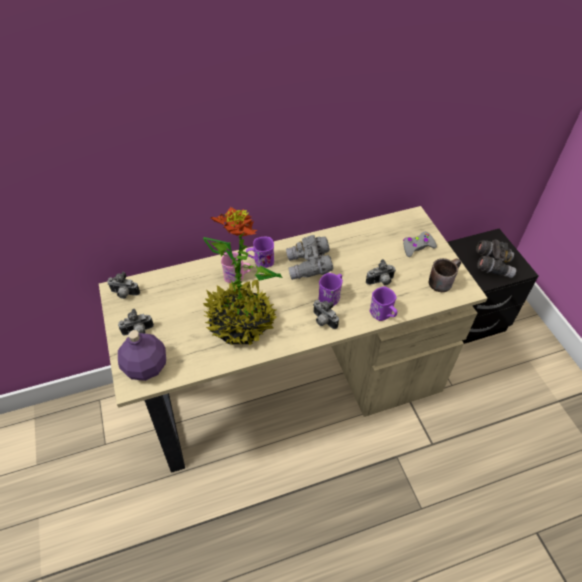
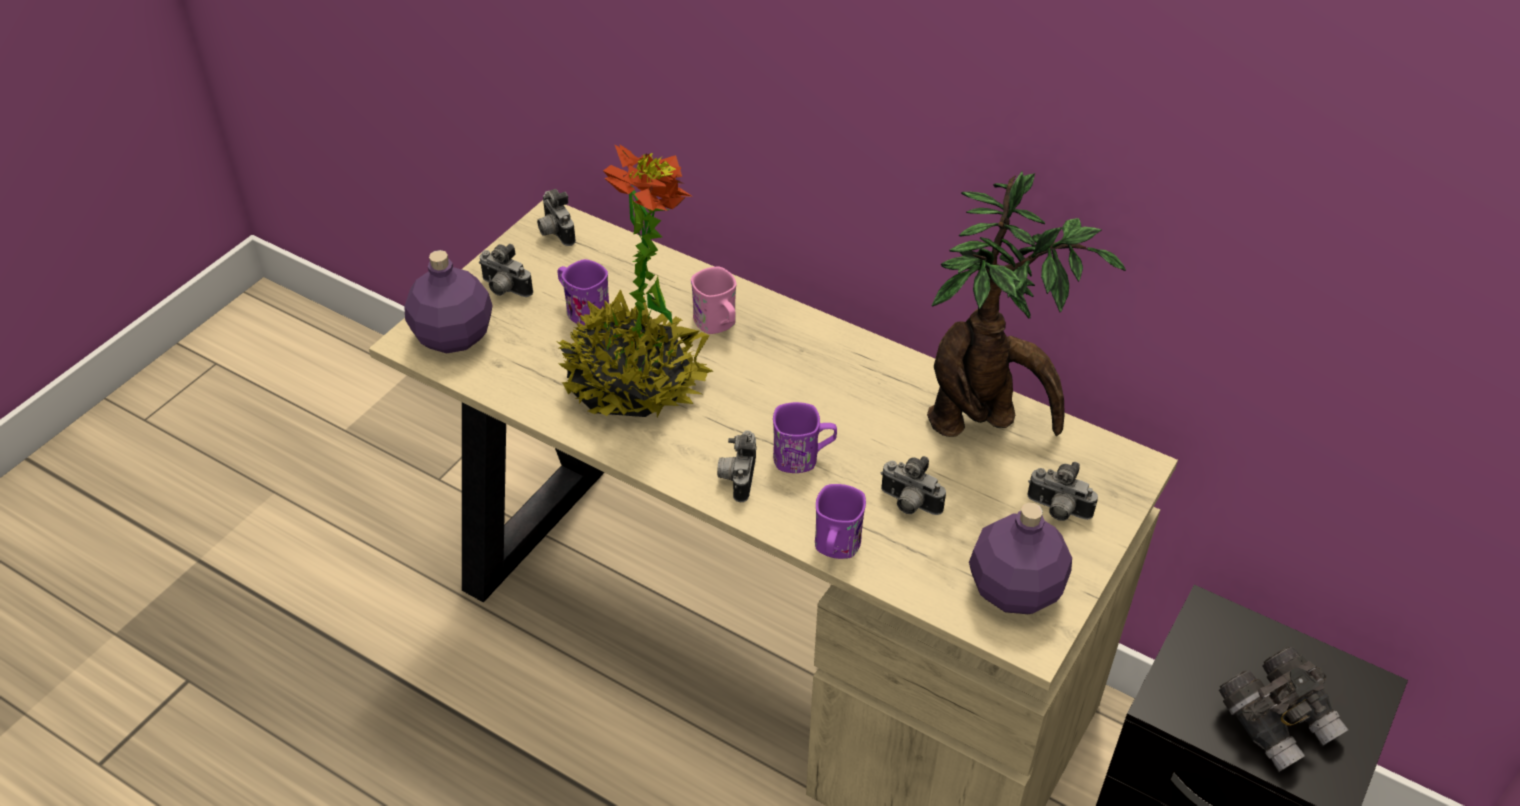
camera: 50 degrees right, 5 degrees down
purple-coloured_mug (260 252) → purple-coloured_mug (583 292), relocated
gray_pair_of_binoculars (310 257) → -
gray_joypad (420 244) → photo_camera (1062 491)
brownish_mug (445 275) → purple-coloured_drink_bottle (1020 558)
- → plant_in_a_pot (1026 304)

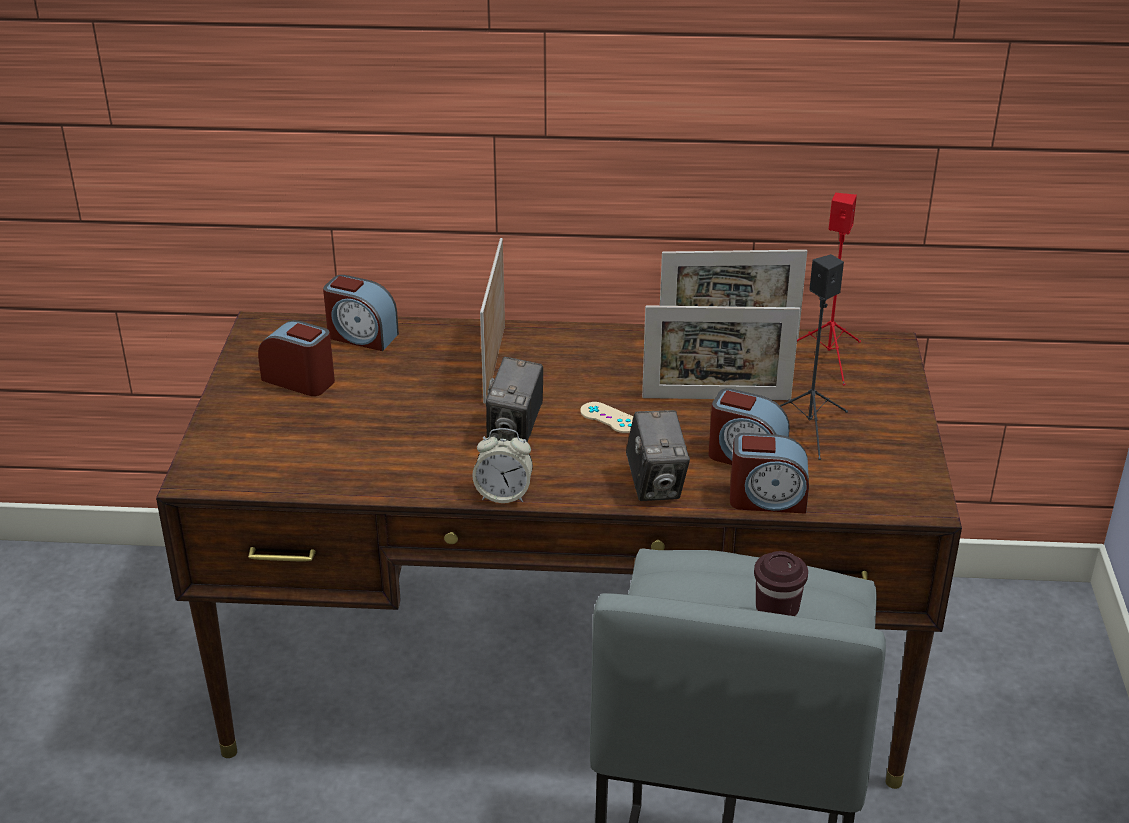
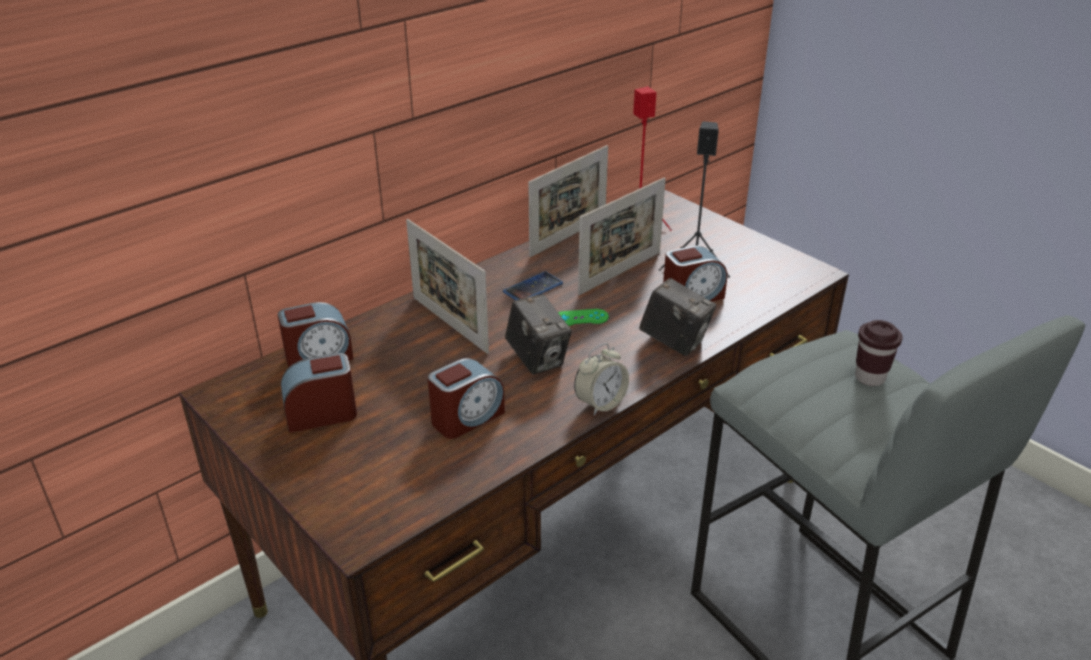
camera: 45 degrees left, 0 degrees up
beige-coloured_joypad (607 417) → green-coloured_joypad (583 317)
bedside_clock (769 473) → bedside_clock (466 398), relocated
- → telephone (533 285)

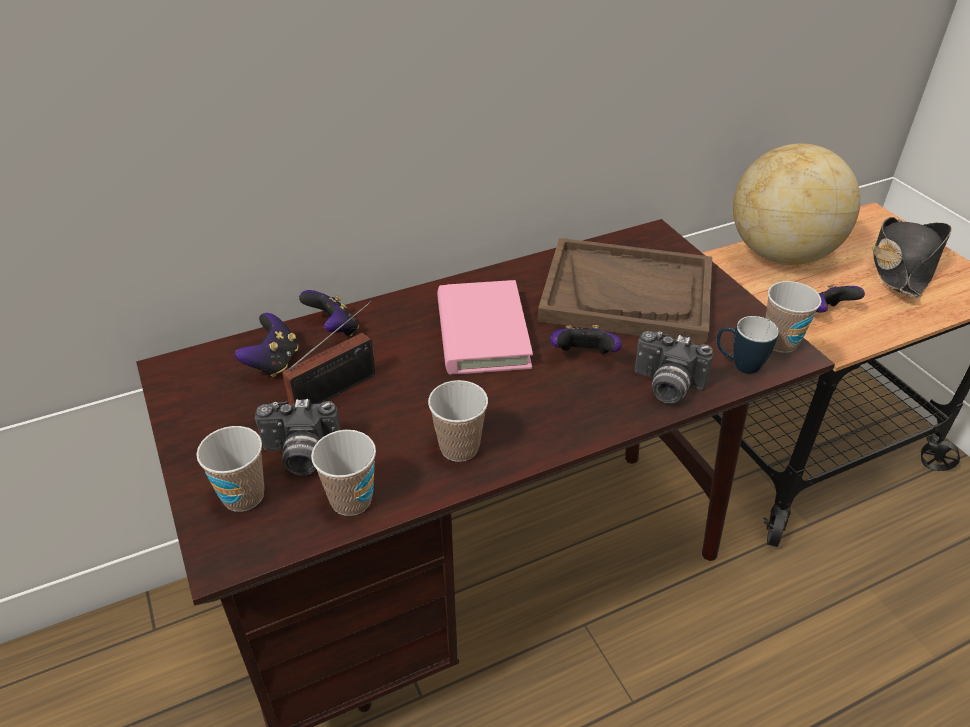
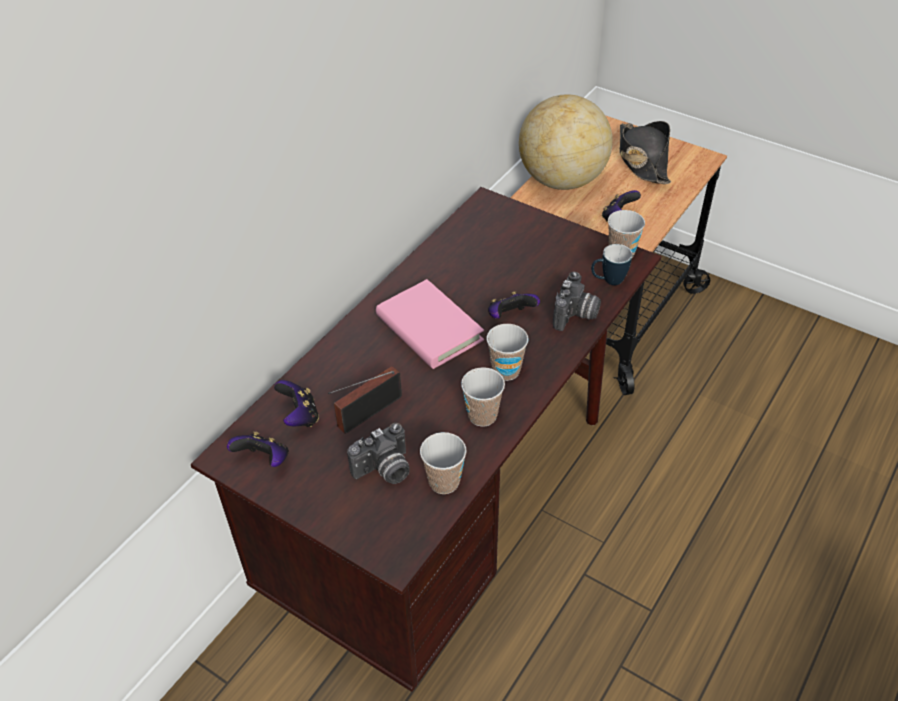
camera: 30 degrees left, 5 degrees up
drinking_cup (230 469) → drinking_cup (508 352), relocated
radio_set (329 353) → radio_set (365 400), 150 degrees counterclockwise
joypad (329 313) → joypad (258 449), relocated
brownish_tray (625 291) → -
photo_camera (673 367) → photo_camera (577 301), 60 degrees counterclockwise

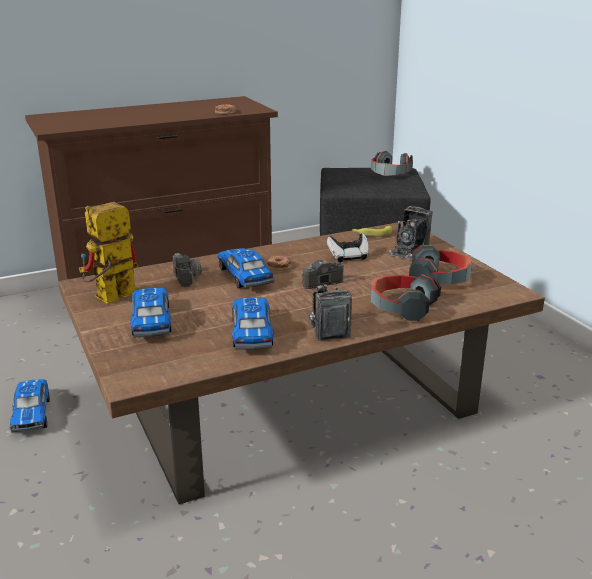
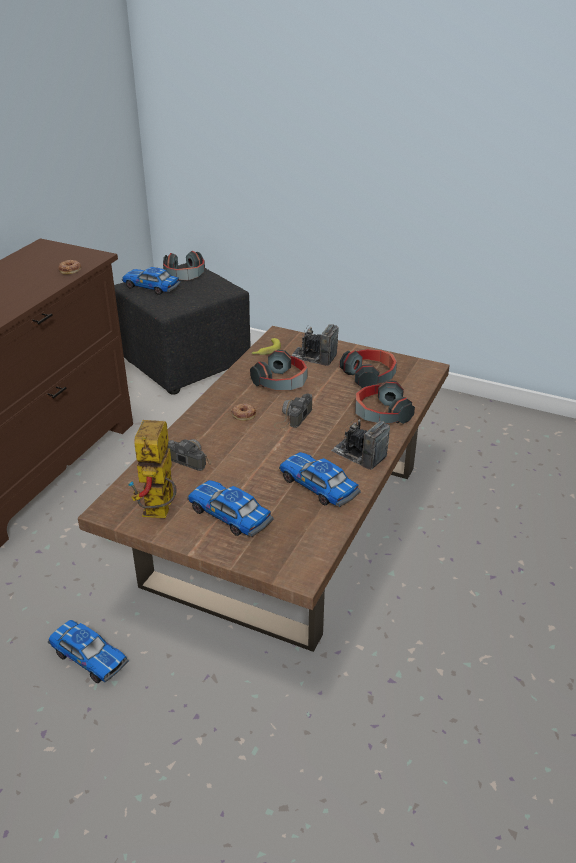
camera: 40 degrees left, 10 degrees up
model_car (246 268) → model_car (151 281), relocated
joypad (348 247) → headset (279 370)
photo_camera (410 232) → photo_camera (315 345), 120 degrees clockwise

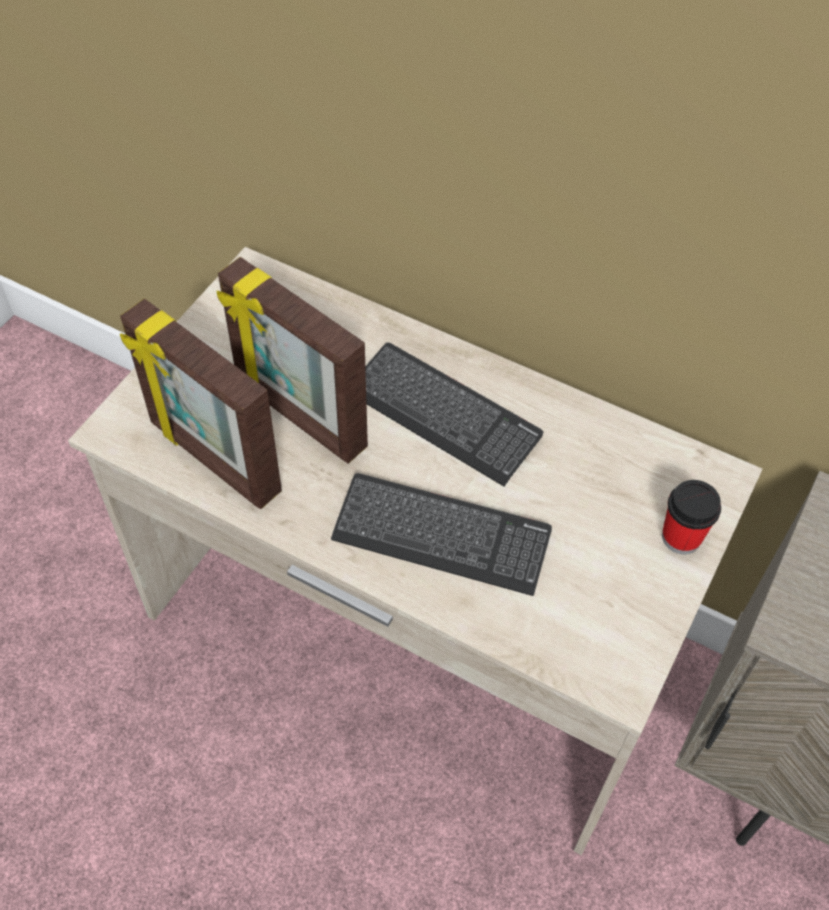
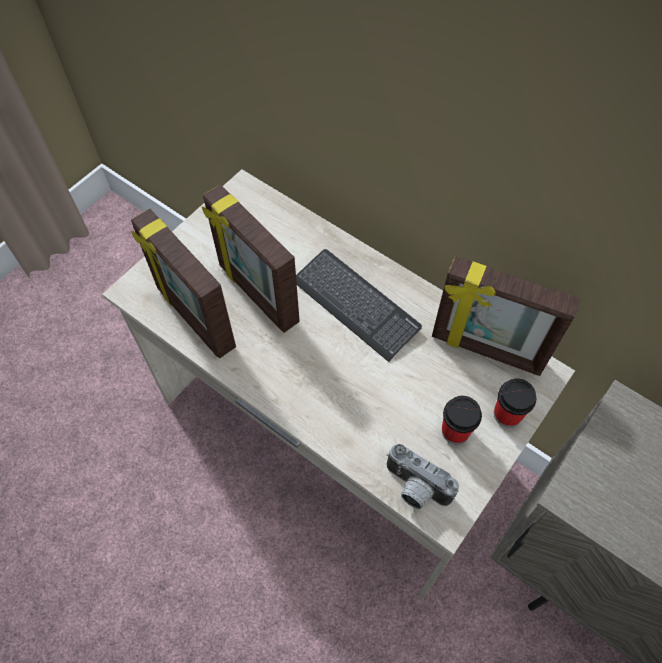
camera: 10 degrees right, 5 degrees up
PC_keyboard (441 534) → -
- → photo_camera (422 476)
- → photo_frame (506 316)
- → drinking_cup (462 420)

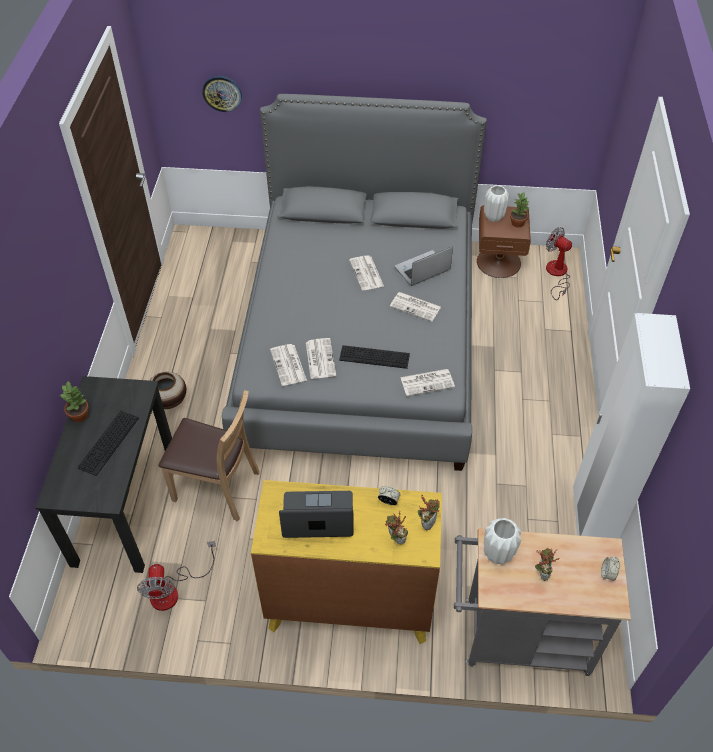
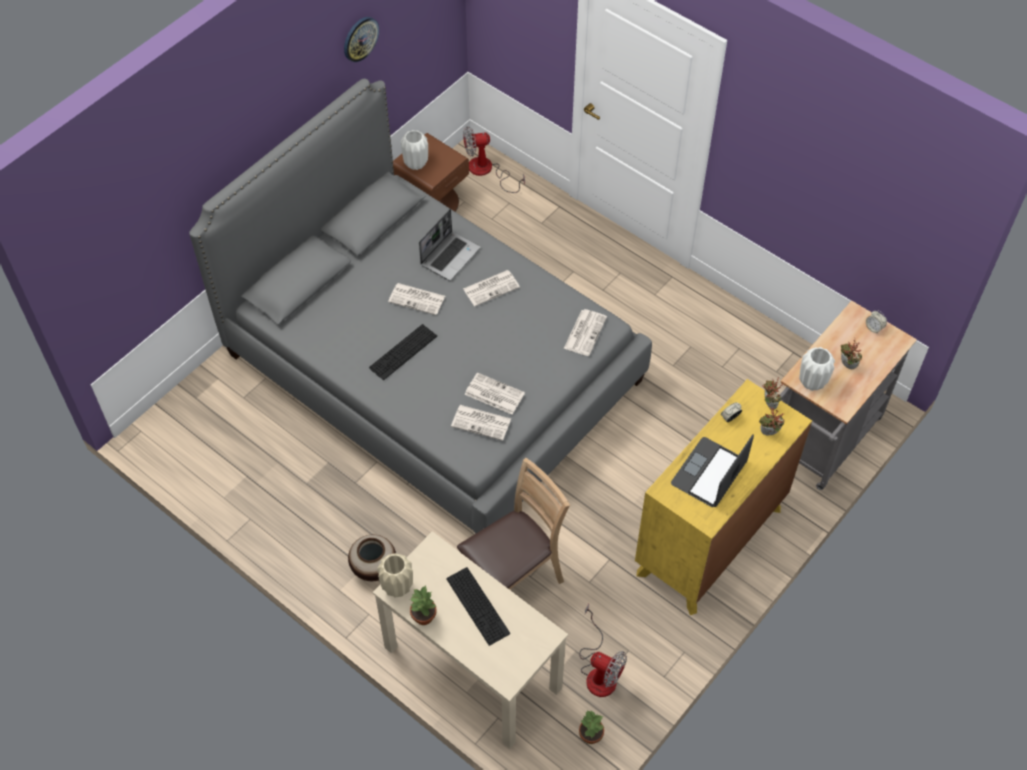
camera: 55 degrees left, 5 degrees up
black-coloured_desk_table (103 474) → beige-coloured_desk_table (470 640)
hanging_clock (222 94) → hanging_clock (361 39), relocated
PC_keyboard (374 357) → PC_keyboard (403 352), relocated
laptop (424 266) → laptop (449 245), 150 degrees counterclockwise
plant_in_a_pot (519 209) → plant_in_a_pot (591 727), relocated
white_wardrobe (631 426) → -
- → beige-coloured_vase (395 575)

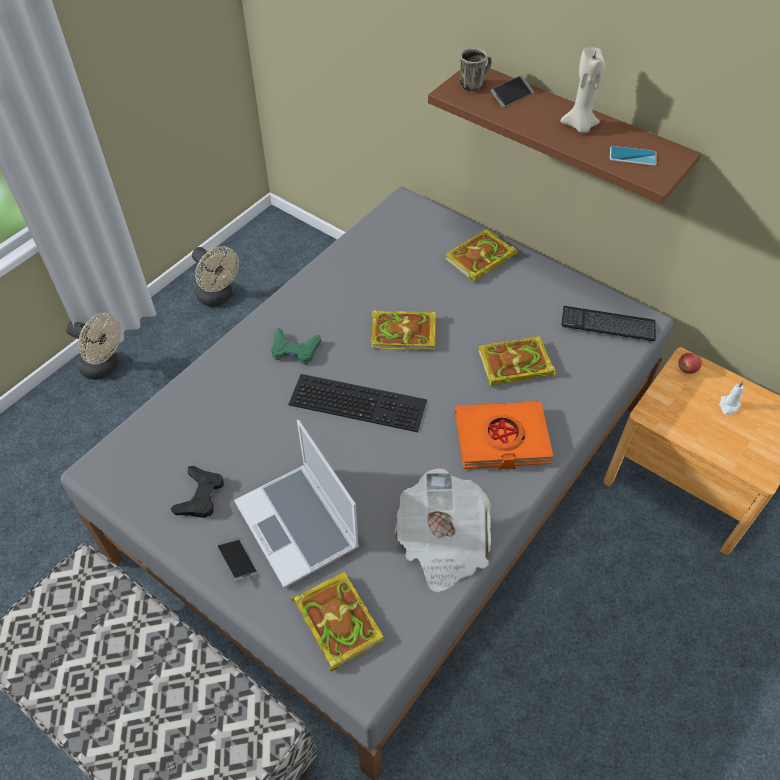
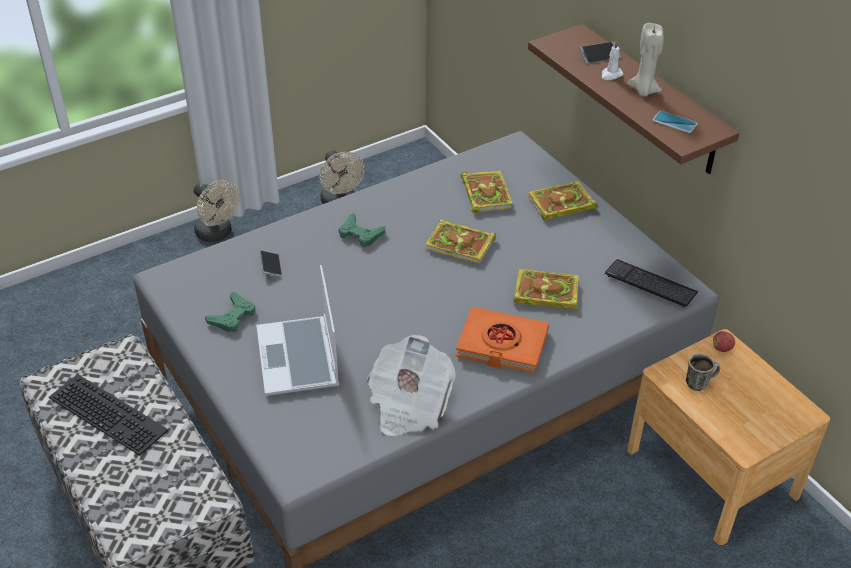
camera: 20 degrees right, 10 degrees down
black-coloured_joypad (197 492) → green-coloured_joypad (230 312)
telephone (236 559) → telephone (271 263), relocated
PC_keyboard (357 403) → PC_keyboard (108 415), relocated
bound_book (337 621) → bound_book (486 192), relocated
mug (476 69) → mug (703 372), relocated
white_wax_light (731 398) → white_wax_light (612 60), relocated

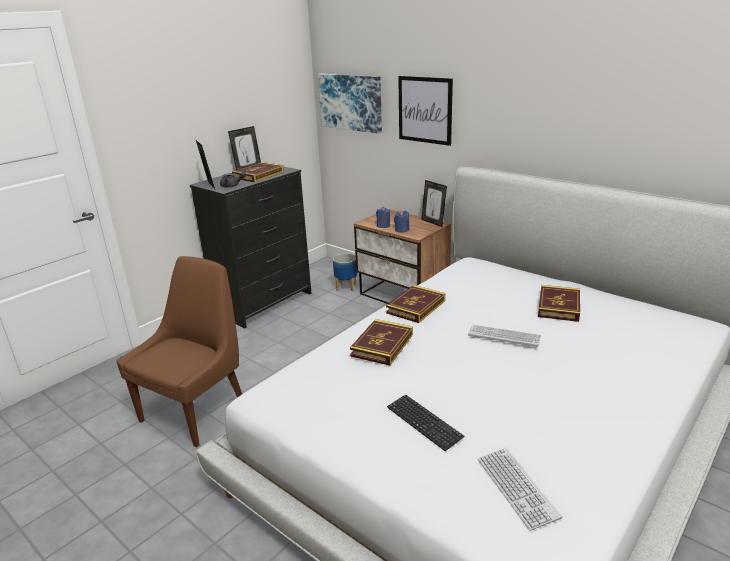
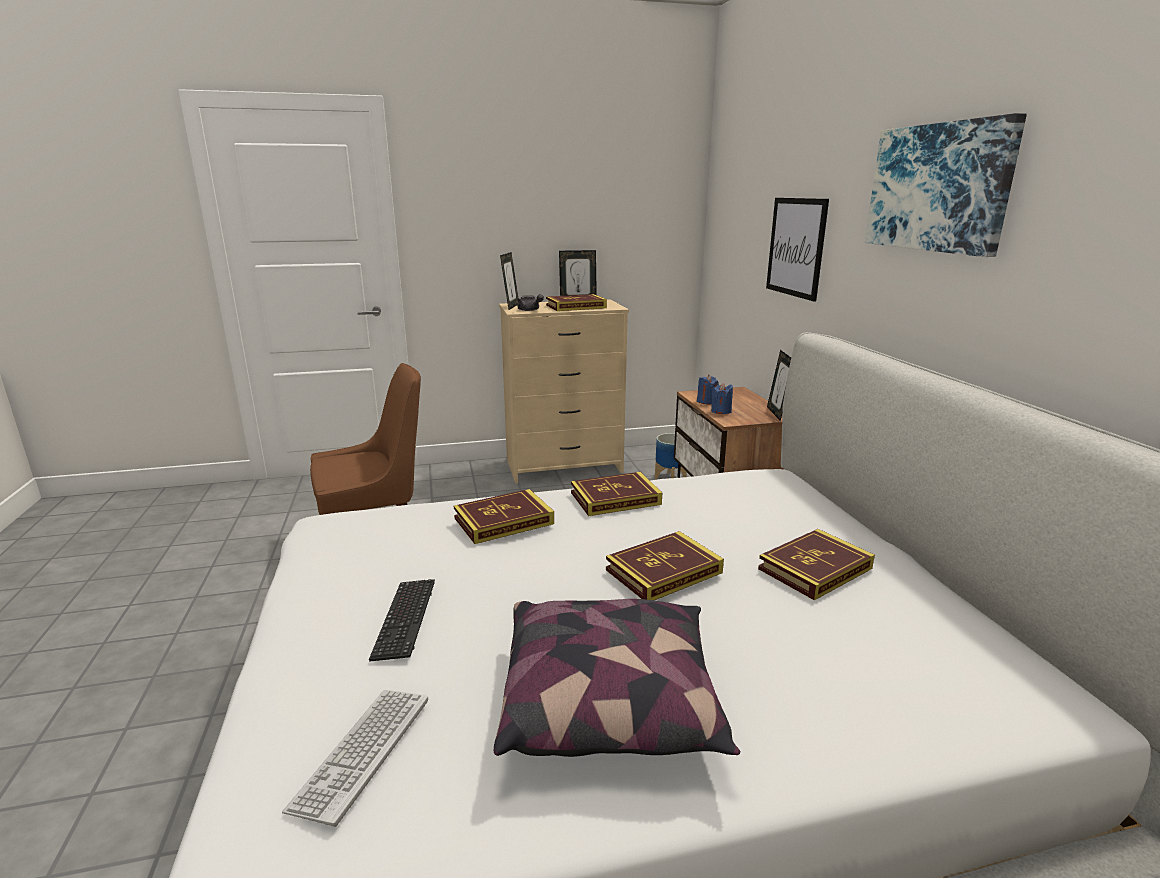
camera: 35 degrees right, 5 degrees down
black-coloured_drawer_chest (251 247) → beige-coloured_drawer_chest (564 391)
wall_picture (350 104) → wall_picture (946 185), relocated
PC_keyboard (504 336) → bound_book (665 565)
- → pillow (617 678)

